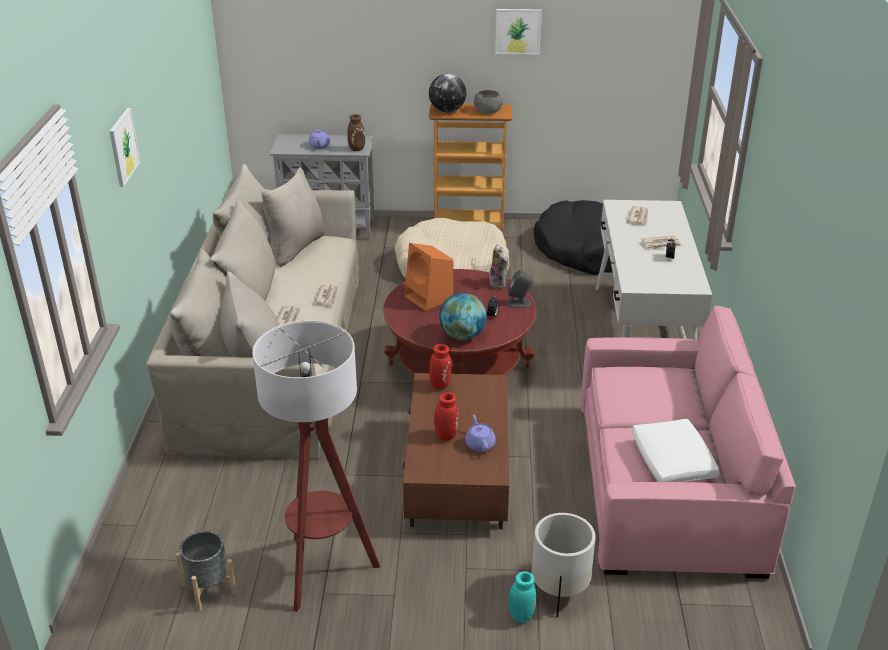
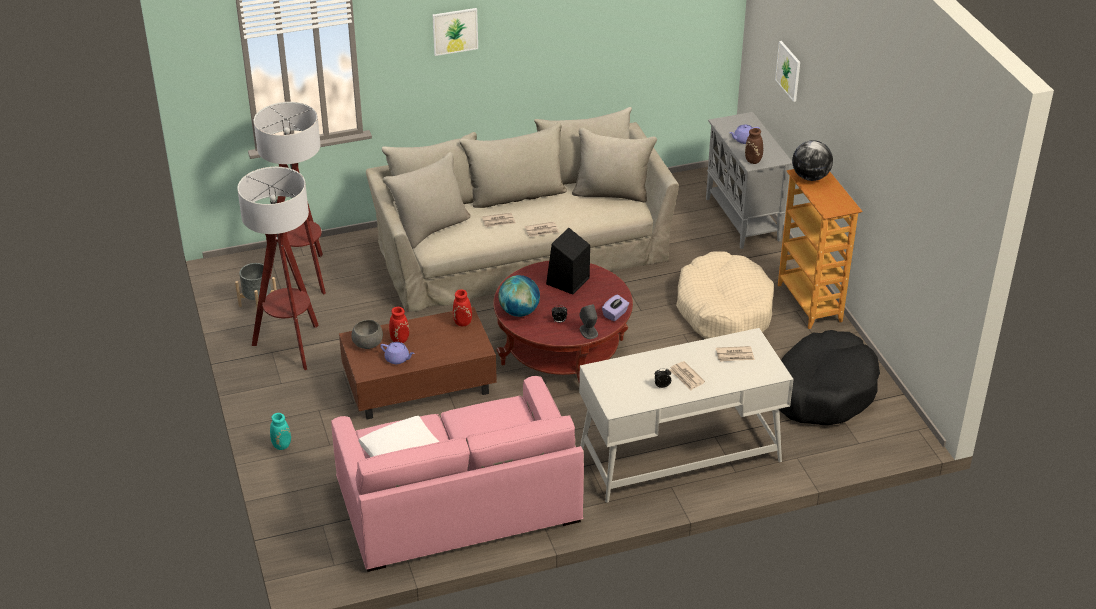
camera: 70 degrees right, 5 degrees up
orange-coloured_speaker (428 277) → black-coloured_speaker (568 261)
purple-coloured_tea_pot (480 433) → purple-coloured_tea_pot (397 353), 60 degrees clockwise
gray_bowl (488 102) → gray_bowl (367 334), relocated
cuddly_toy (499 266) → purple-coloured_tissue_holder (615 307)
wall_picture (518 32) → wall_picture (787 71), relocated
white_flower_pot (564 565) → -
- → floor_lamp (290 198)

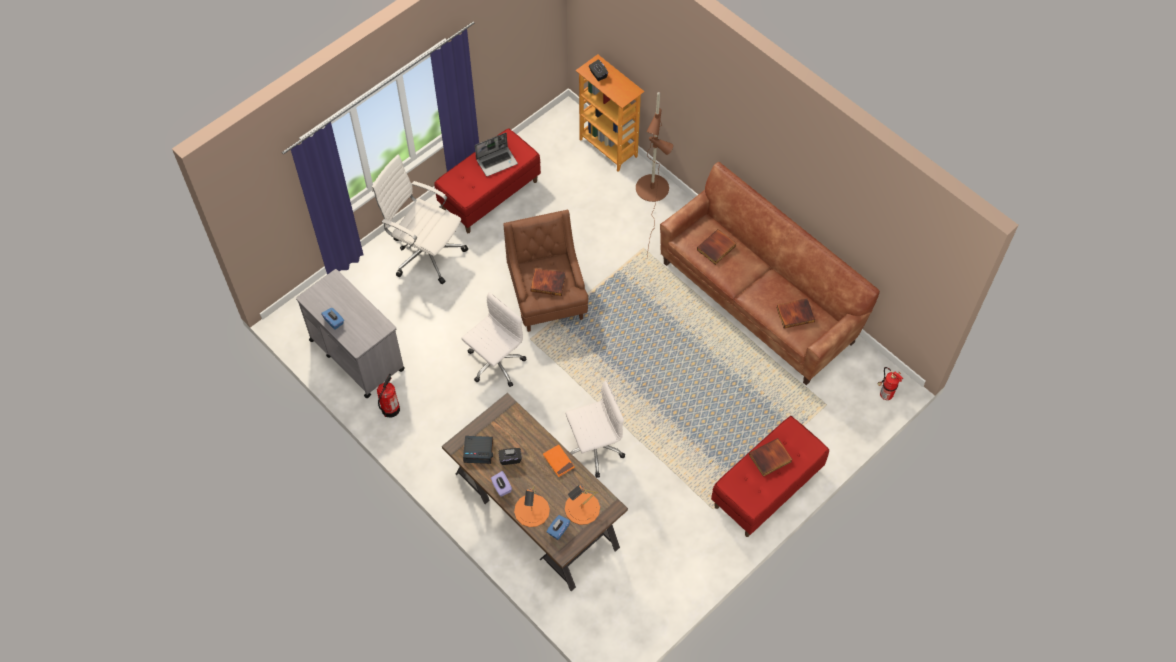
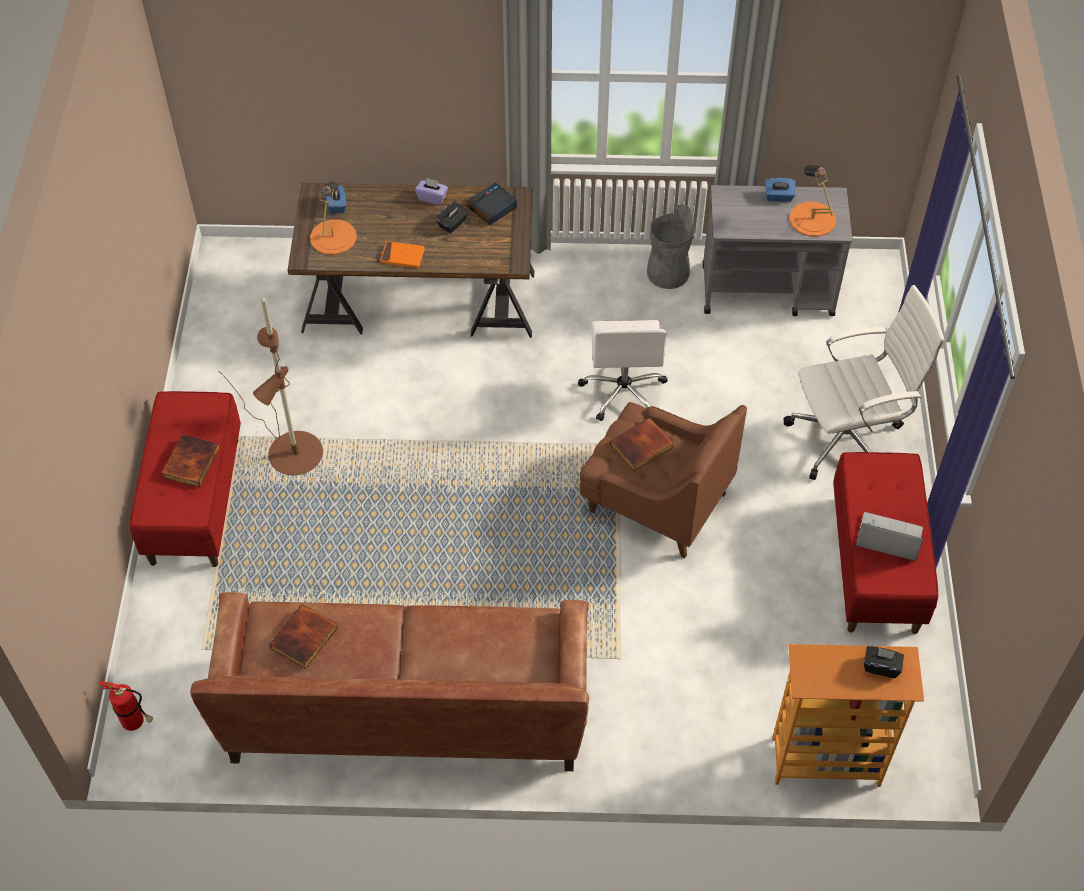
camera: 135 degrees right, 5 degrees down
extinguisher (388 396) → gray_waste_bin (670 246)
laptop (496 154) → laptop (889 536), 90 degrees clockwise
orange-coloured_table_lamp (532 506) → orange-coloured_table_lamp (812 200), relocated
white_desk_chair (595 429) → -
brownish_floor_lamp (654 175) → brownish_floor_lamp (271 386), relocated
bound_book (717 247) → -

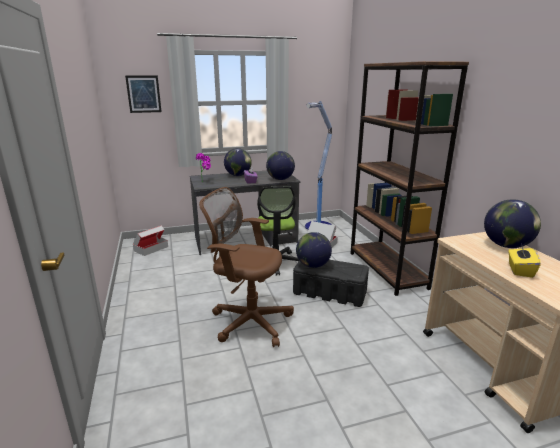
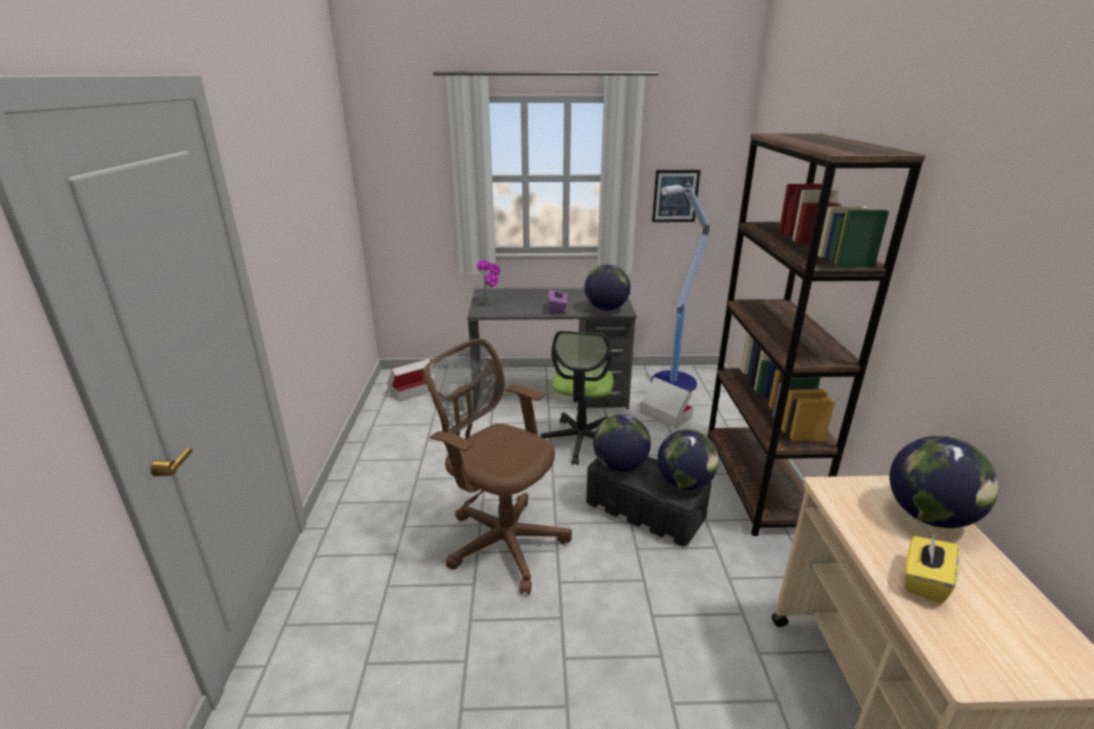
camera: 15 degrees right, 5 degrees up
wall_picture (143 94) → wall_picture (676 196), relocated
globe (238 162) → globe (688 459), relocated

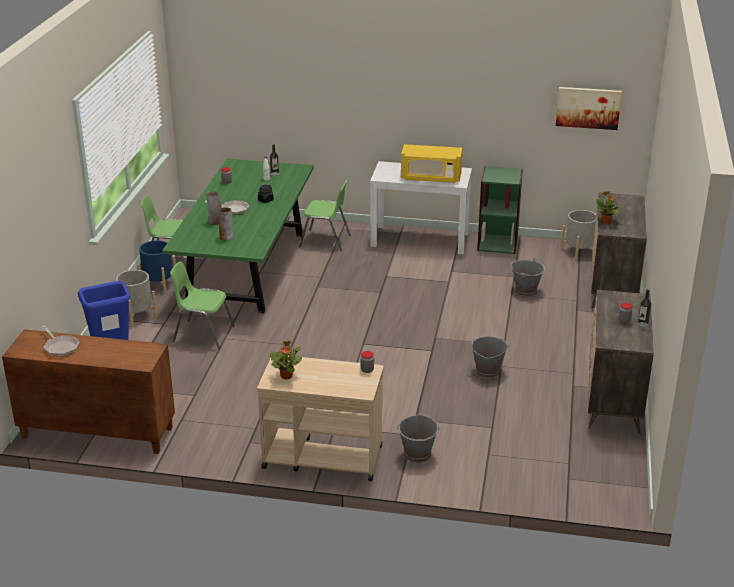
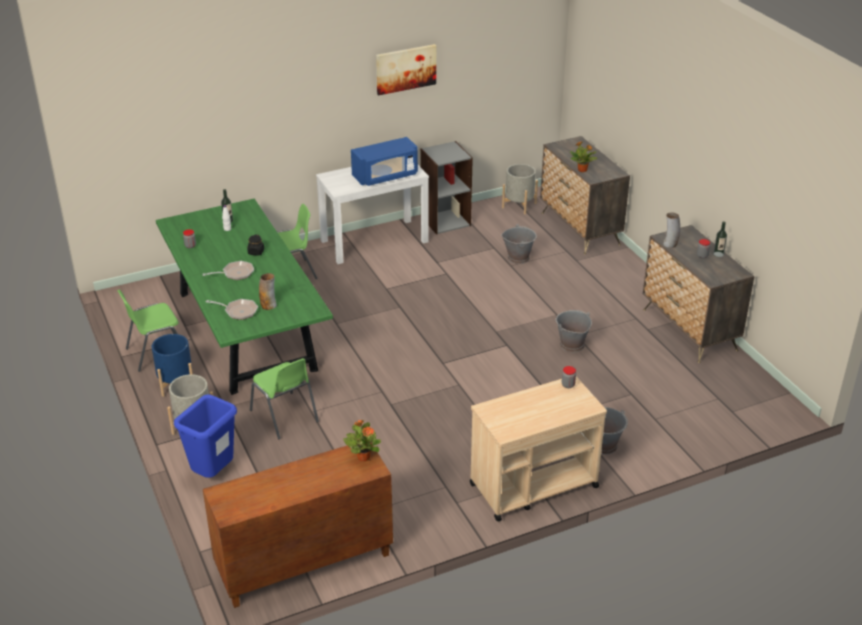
camera: 35 degrees left, 5 degrees up
pan (60 341) → pan (232 309), relocated
green-coloured_chair (202 305) → green-coloured_chair (284 398), 105 degrees counterclockwise
vase (213 208) → vase (671 230), relocated
plant_in_a_pot (286 360) → plant_in_a_pot (362 440), relocated
yellow-coloured_microwave (431 163) → blue_microwave (384 161)
green-coloured_shelving_unit (500 210) → gray_shelving_unit (446 187)
wall_picture (589 108) → wall_picture (406 69), relocated

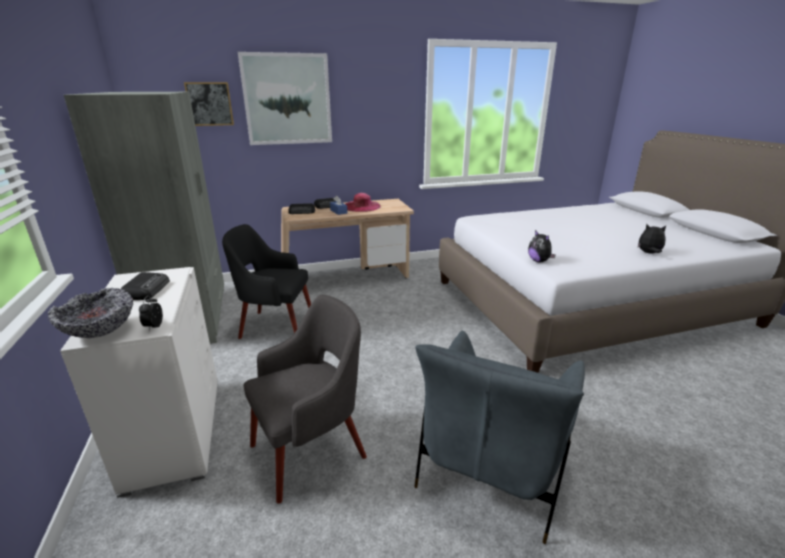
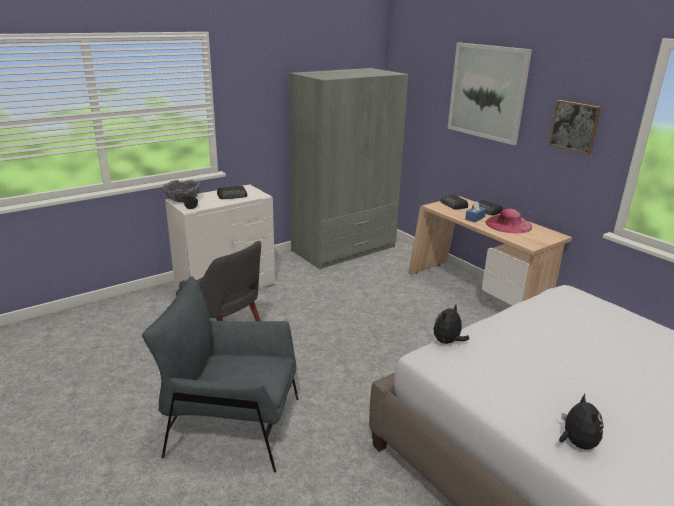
camera: 70 degrees right, 0 degrees up
wall_picture (209 104) → wall_picture (575 127), relocated
black-coloured_easy_chair (266 281) → -

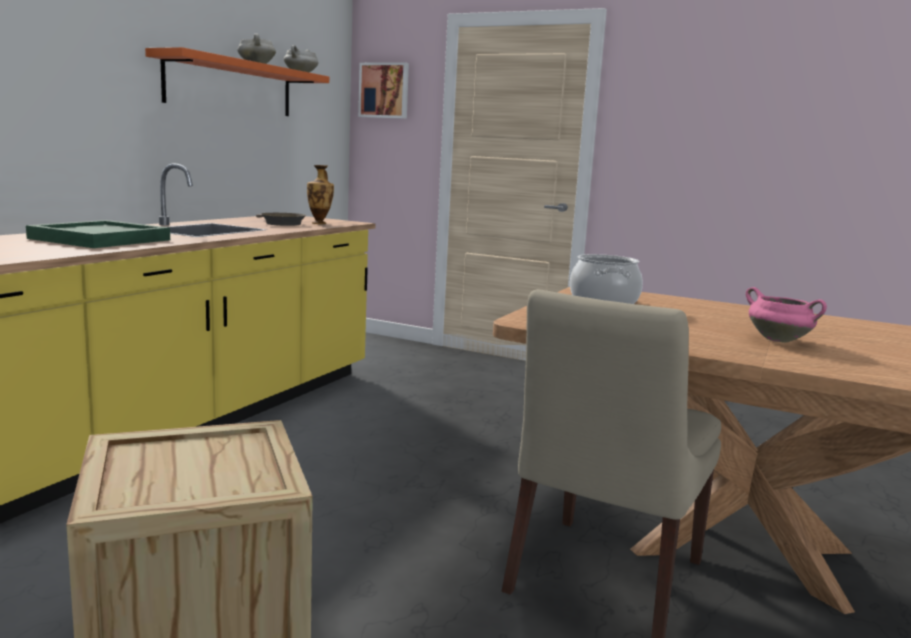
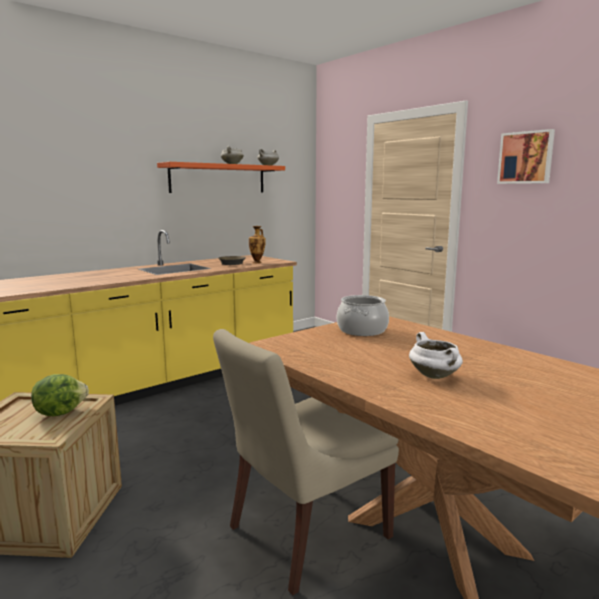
camera: 25 degrees right, 0 degrees up
green-coloured_tray (98 234) → -
wall_picture (383 90) → wall_picture (526 156), relocated
pinkish_stockpot (786 314) → white_stockpot (436 355)
- → lettuce (60 395)

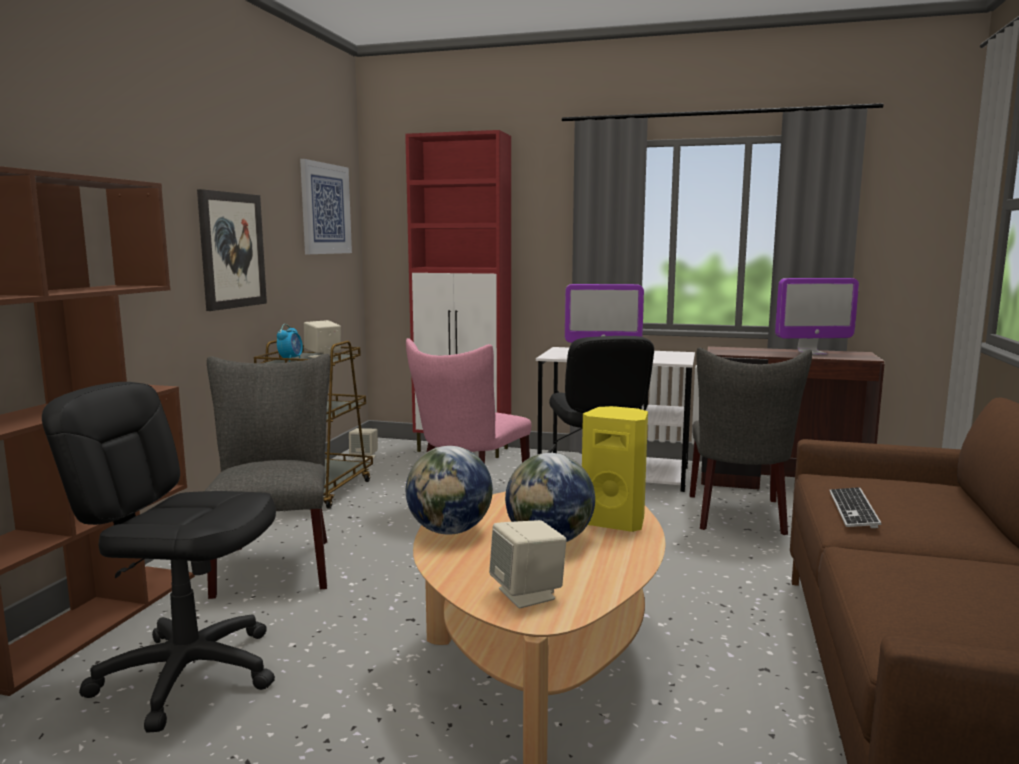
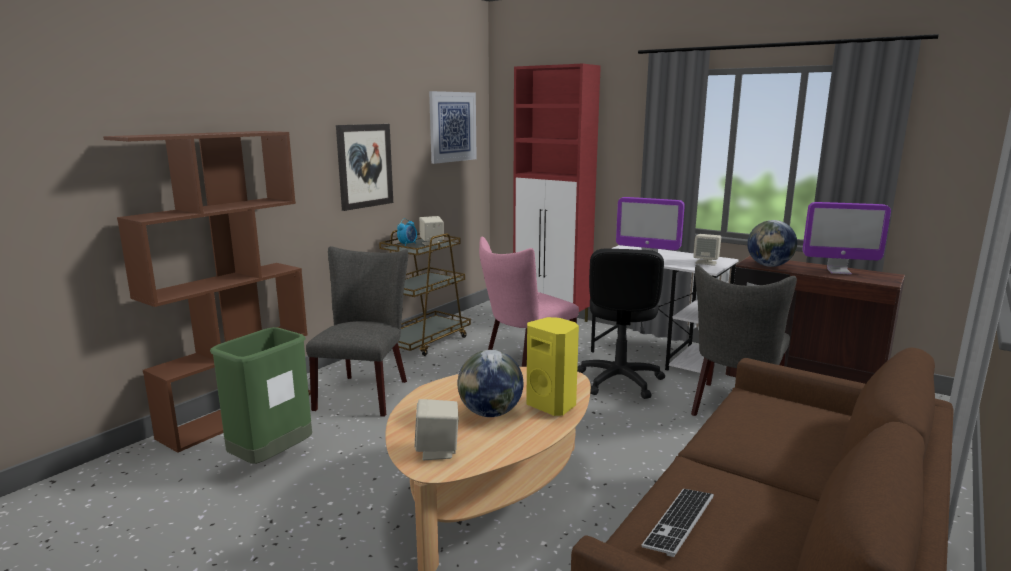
camera: 20 degrees right, 5 degrees up
black-coloured_desk_chair (159 557) → green-coloured_waste_bin (261 395)
beige-coloured_speaker (363 444) → beige-coloured_speaker (707 250), relocated
globe (449 490) → globe (772 243), relocated
PC_keyboard (855 507) → PC_keyboard (678 523), relocated

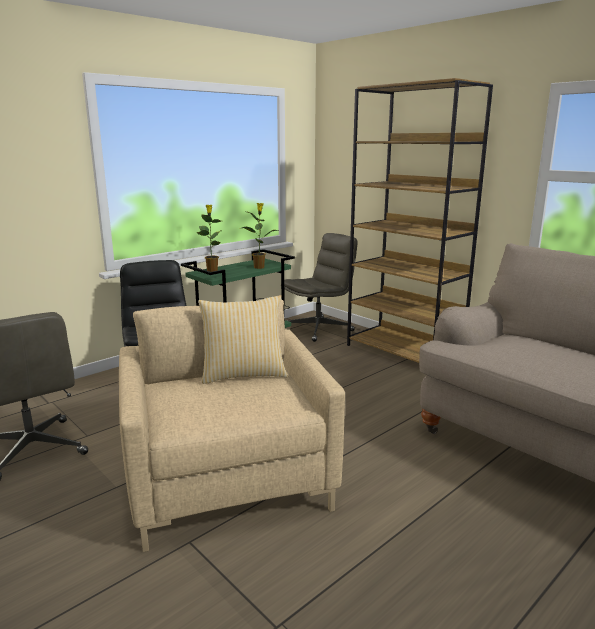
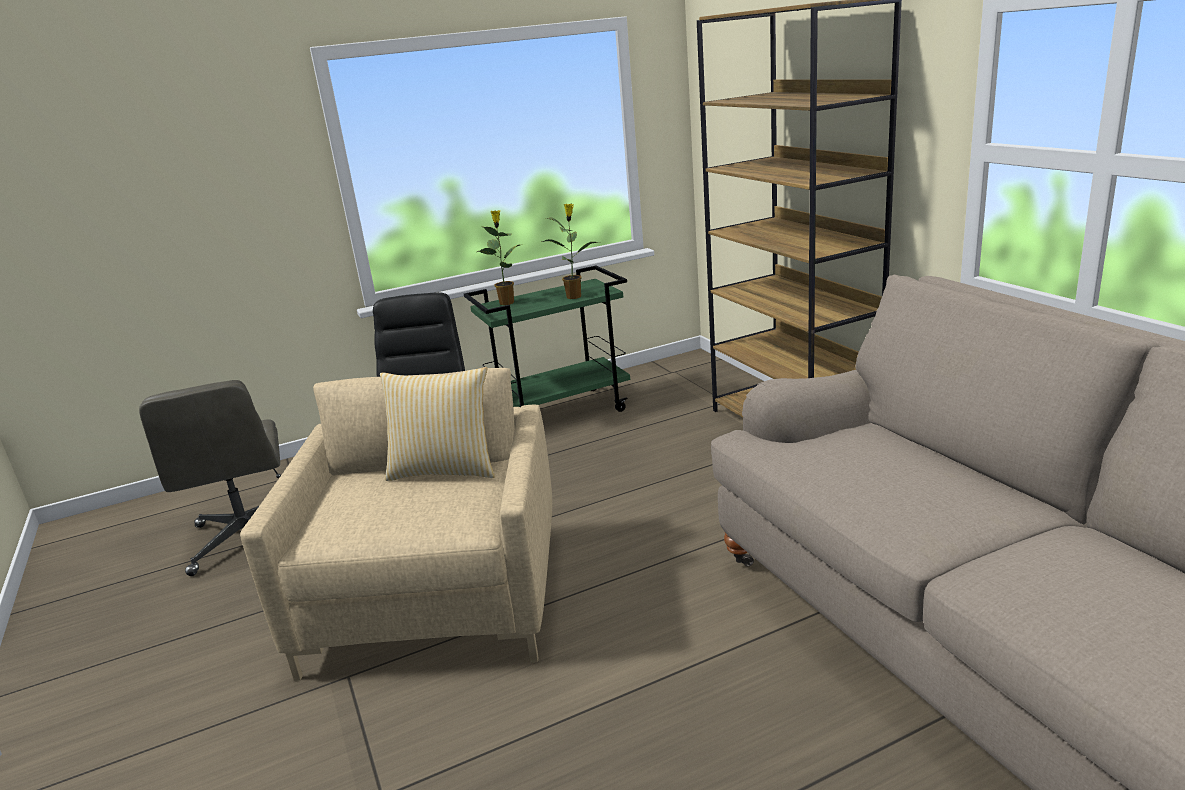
camera: 20 degrees right, 5 degrees up
gray_desk_chair (320 287) → -

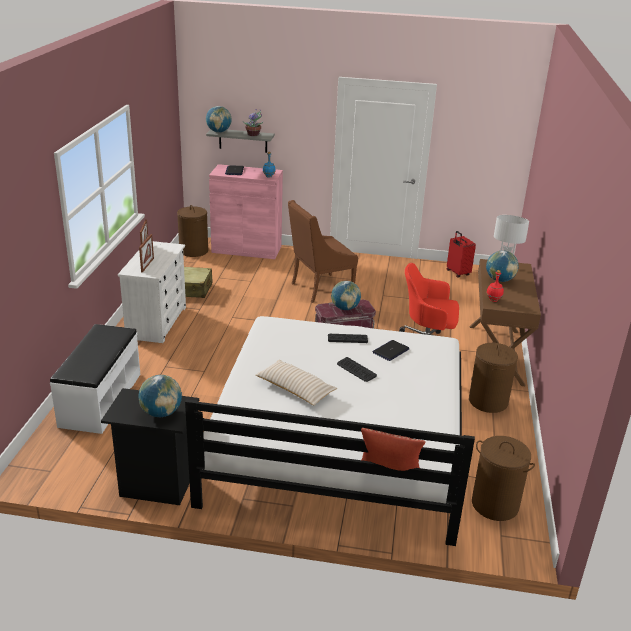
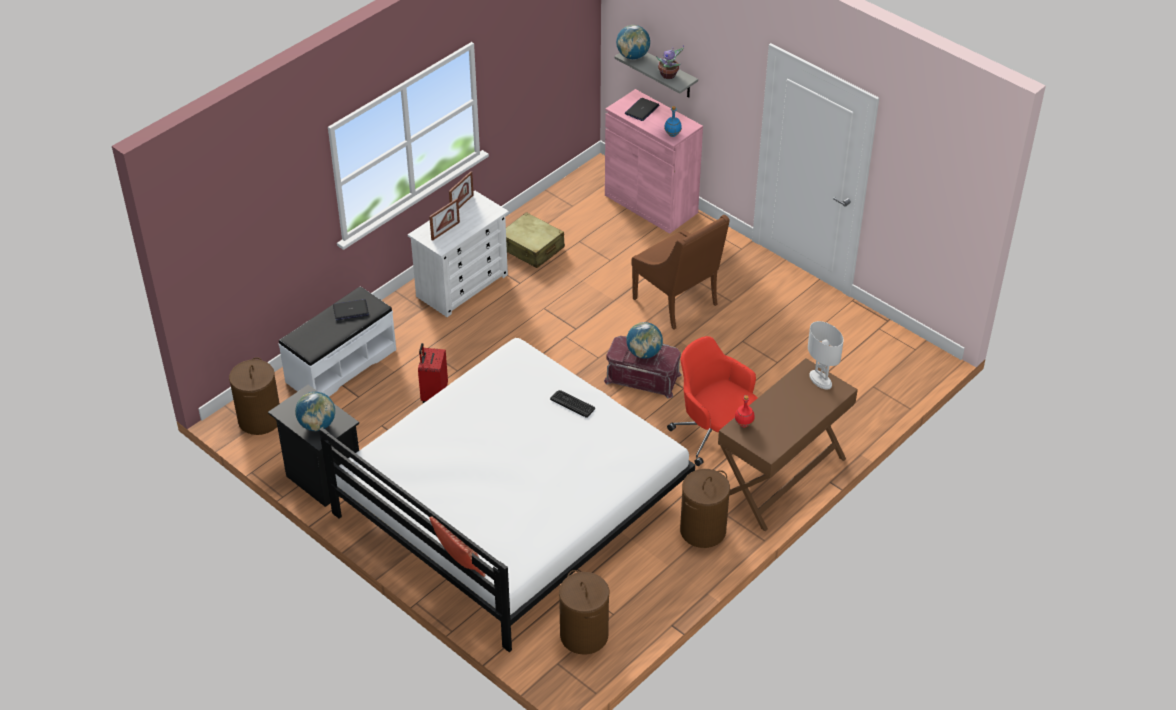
camera: 35 degrees right, 15 degrees up
brownish_hamper (192 231) → brownish_hamper (254 396), relocated
beige-coloured_pillow (296 383) → -
brownish_easy_chair (323 251) → brownish_easy_chair (680 272), 135 degrees counterclockwise
PC_keyboard (357 369) → -
laptop (390 350) → laptop (351 309), relocated
red_travel_case (461 254) → red_travel_case (433 373), relocated
globe (502 266) → -

